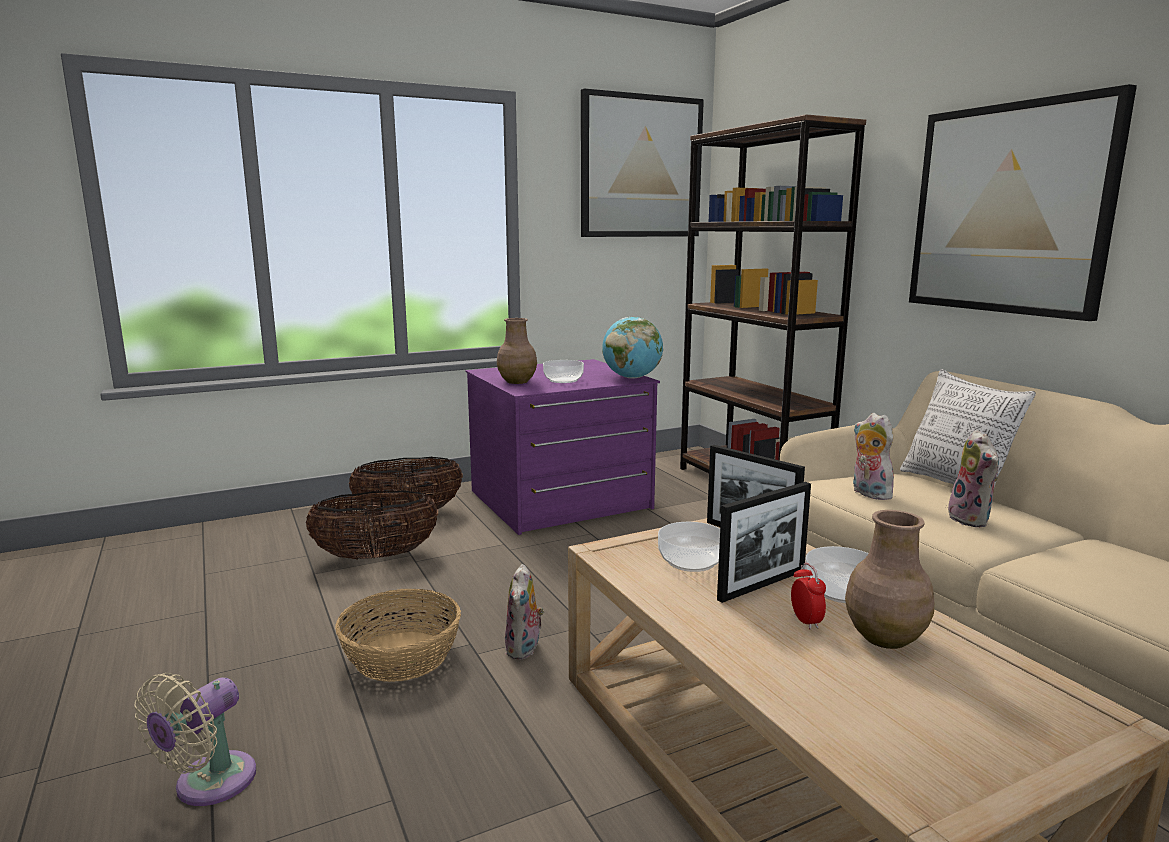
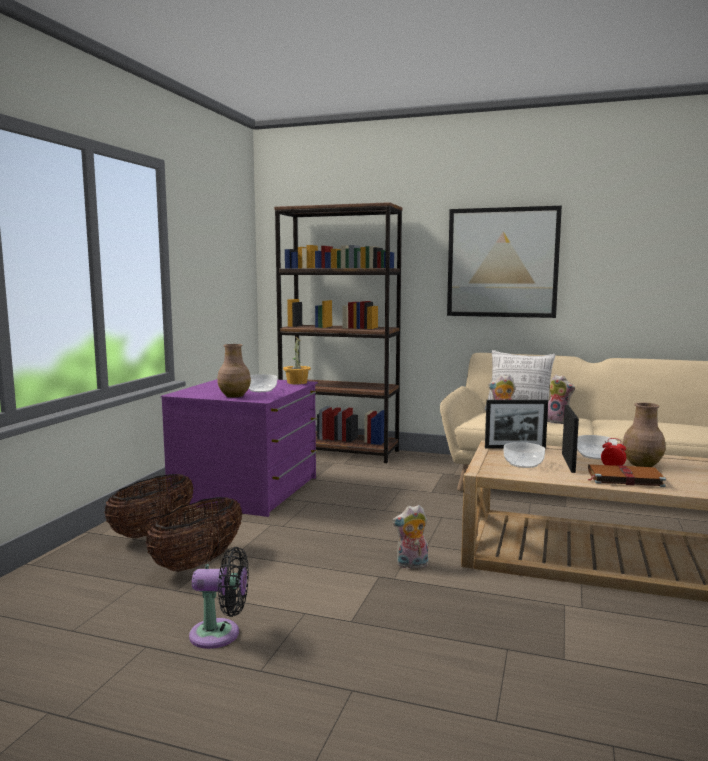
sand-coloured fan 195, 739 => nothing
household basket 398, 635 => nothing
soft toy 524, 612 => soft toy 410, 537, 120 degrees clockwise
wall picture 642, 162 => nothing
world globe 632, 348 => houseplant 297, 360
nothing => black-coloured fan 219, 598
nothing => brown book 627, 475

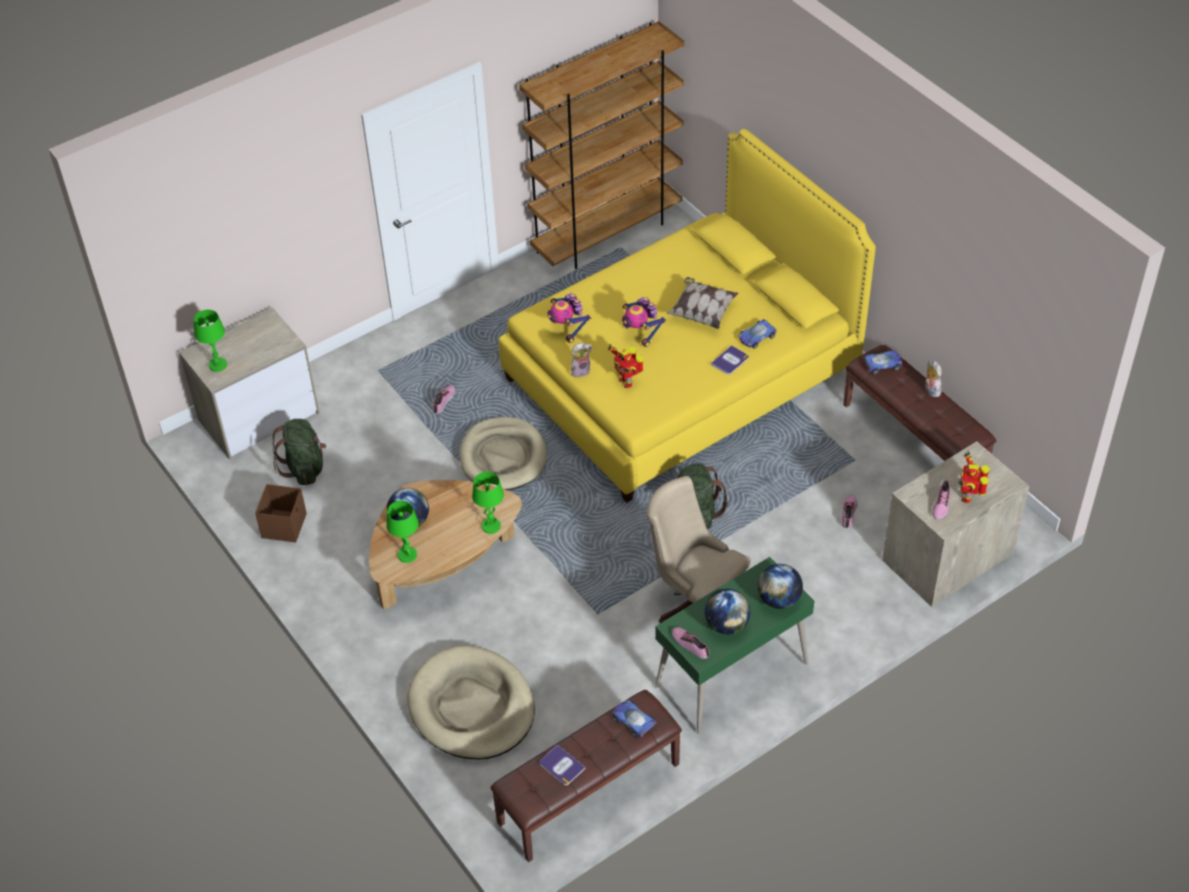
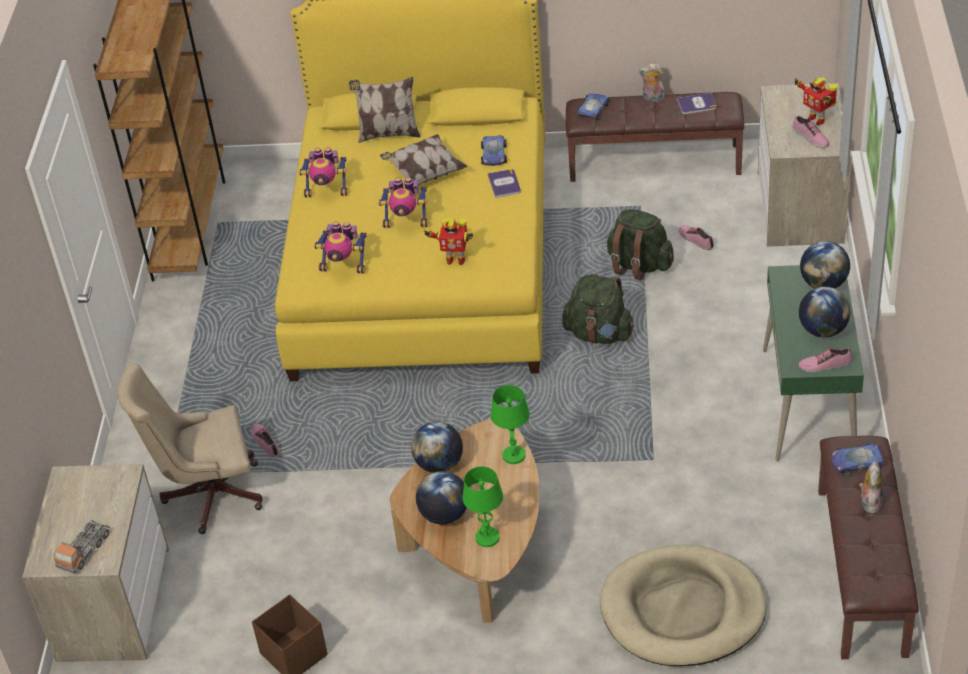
green tabletop lamp 210, 341 => model truck 81, 546
green backpack 299, 452 => green backpack 640, 244, shifted
sand-coloured dog cushion 503, 453 => nothing
book 562, 765 => book 697, 103, shifted
soft toy 581, 359 => soft toy 871, 487, shifted
sand-coloured computer chair 699, 549 => sand-coloured computer chair 190, 448, shifted
nothing => model robot 323, 172
nothing => pillow 385, 110
nothing => world globe 437, 447

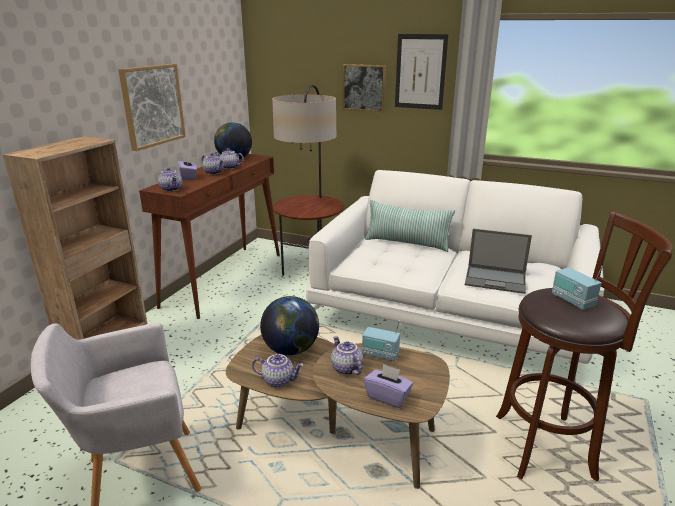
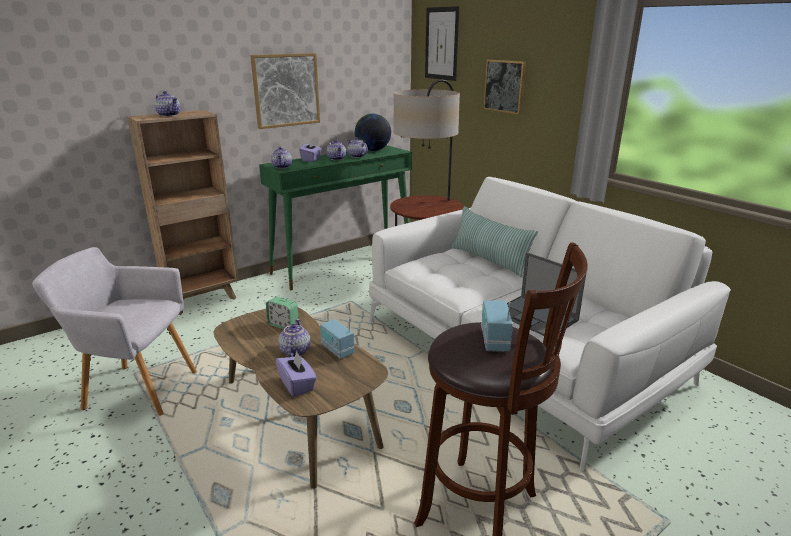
brown console table 209, 236 => green console table 335, 217
pot for tea 278, 371 => pot for tea 167, 104, shifted
world globe 289, 325 => bedside clock 282, 313
wall picture 421, 72 => wall picture 442, 43, shifted

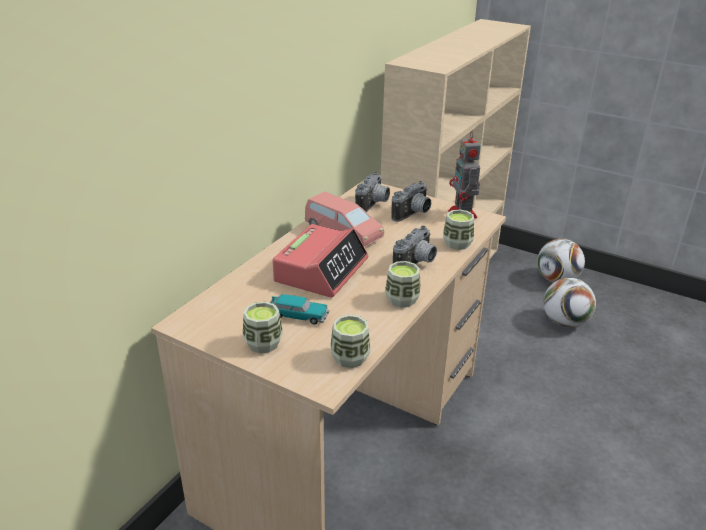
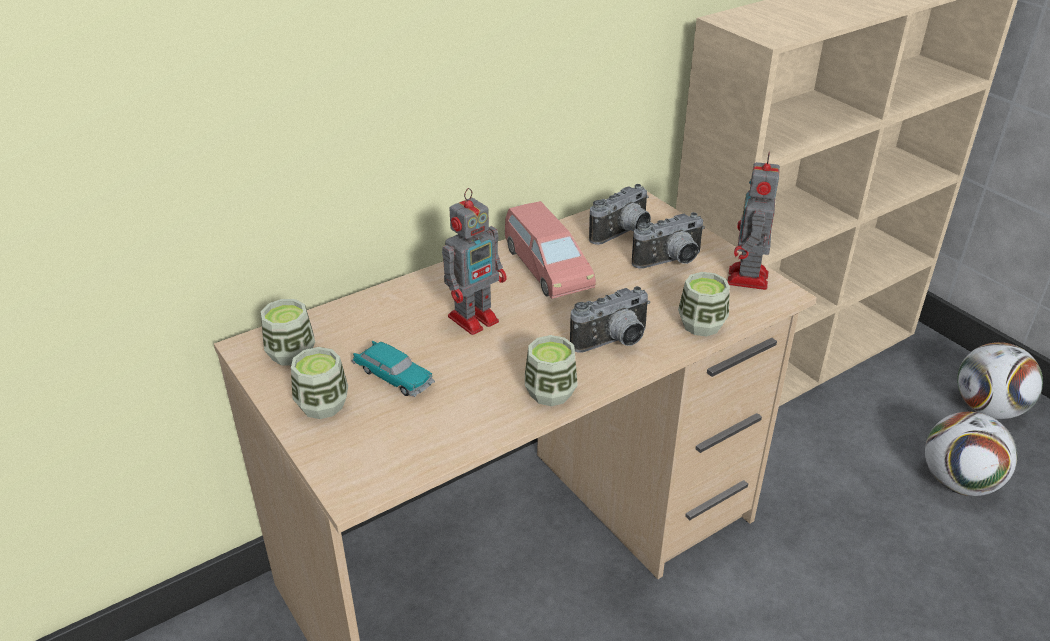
bedside clock 320, 260 => model robot 474, 261
cup 350, 341 => cup 288, 332, shifted

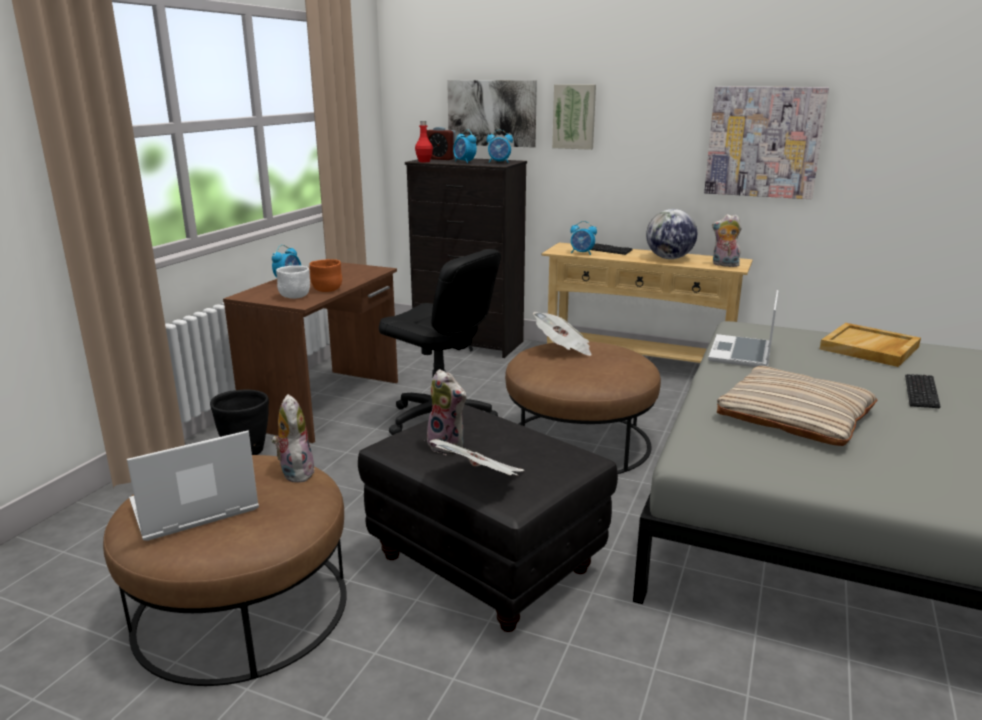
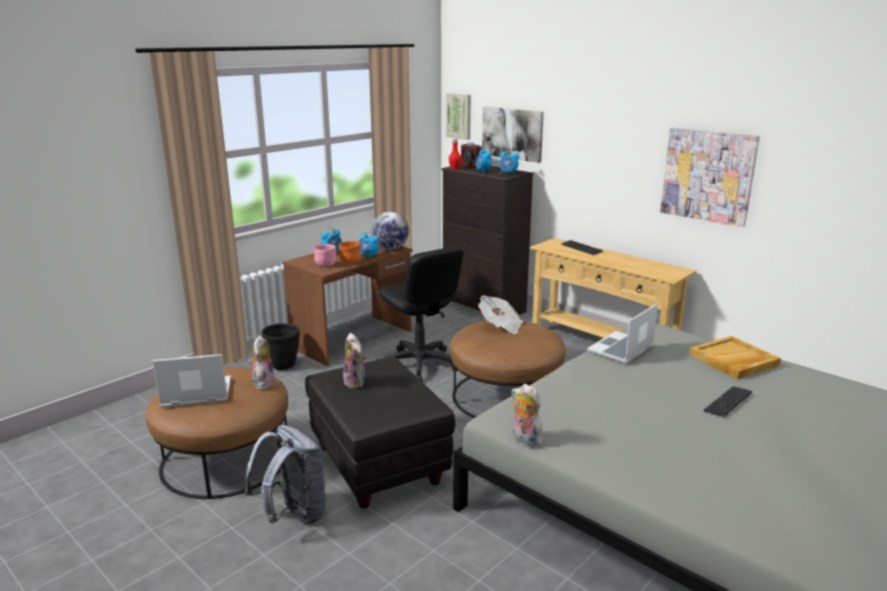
whitish bowl 293, 282 => pink bowl 325, 255
newspaper 477, 457 => nothing
wall picture 574, 117 => wall picture 458, 116, shifted
bedside clock 583, 238 => bedside clock 369, 245, shifted
world globe 671, 234 => world globe 390, 231, shifted
soft toy 727, 240 => soft toy 527, 416, shifted
sand-coloured pillow 797, 406 => nothing
nothing => greyish backpack 285, 474

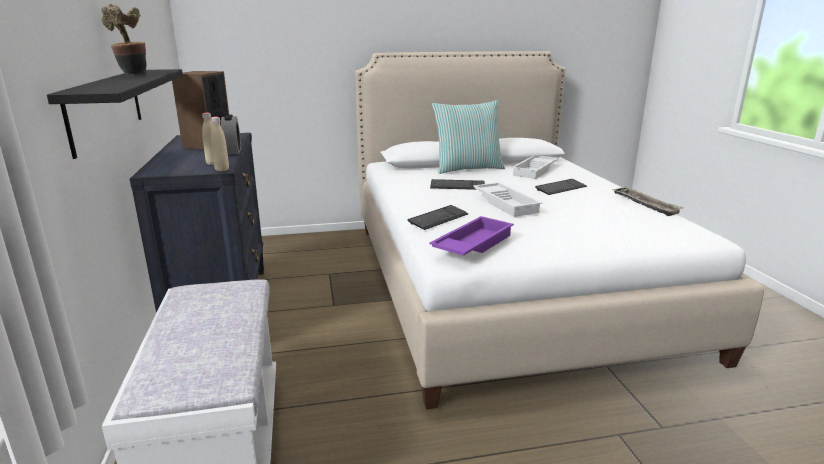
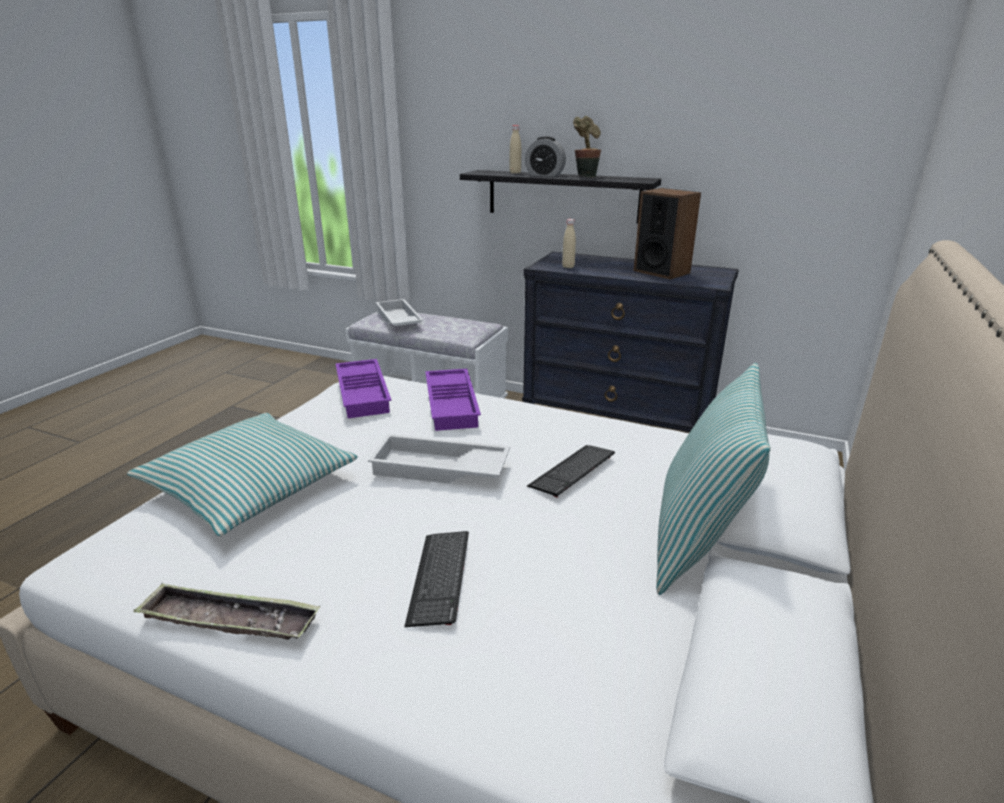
sand-coloured beverage bottle 220, 144 => sand-coloured beverage bottle 515, 149, shifted
bedside clock 231, 134 => bedside clock 545, 156, shifted
PC keyboard 438, 217 => purplish serving tray 453, 400
whitish serving tray 535, 167 => whitish serving tray 399, 312, shifted
nothing => pillow 242, 474

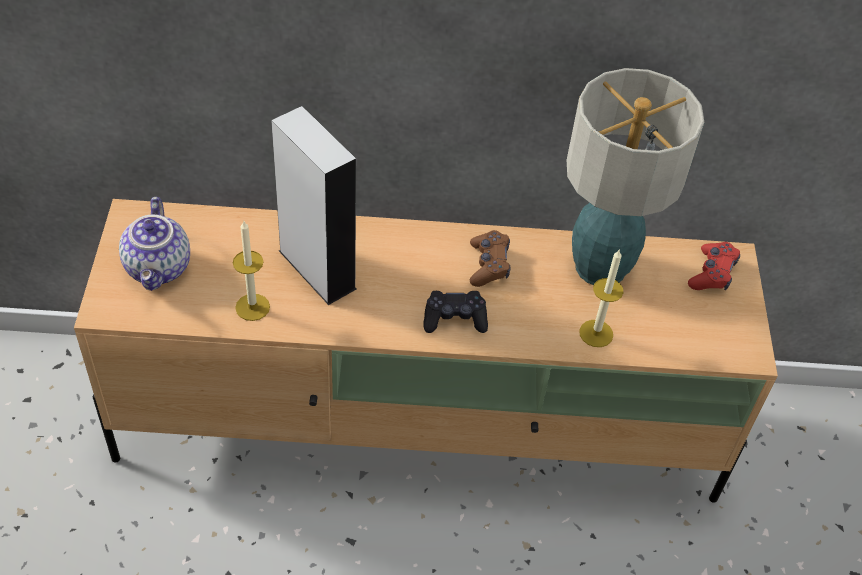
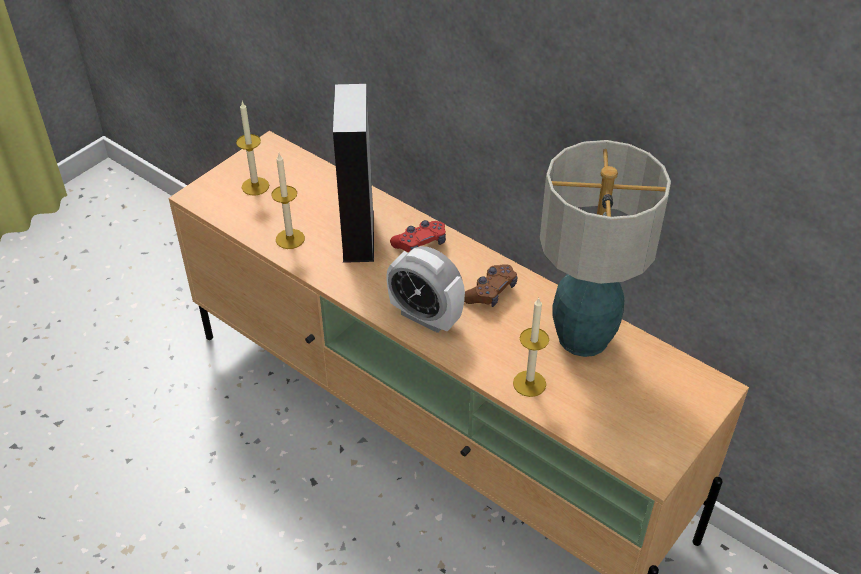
pot for tea 154, 244 => candle 252, 148
black-coloured gamepad 455, 312 => bedside clock 425, 289
red-coloured gamepad 714, 266 => red-coloured gamepad 418, 236, shifted

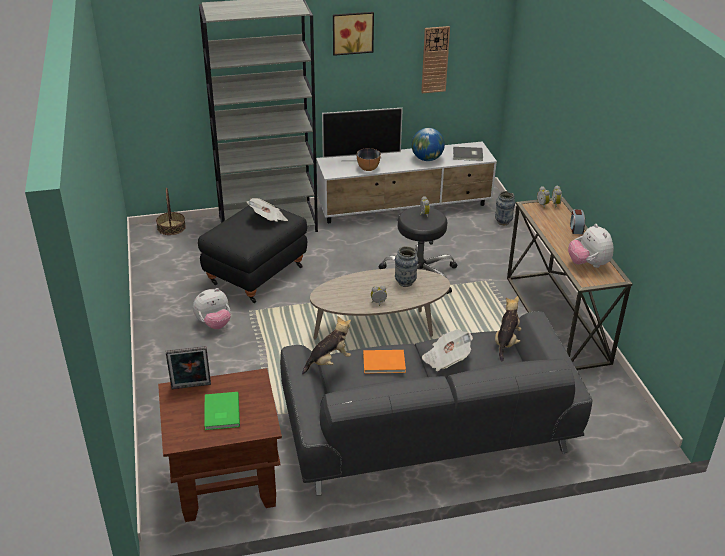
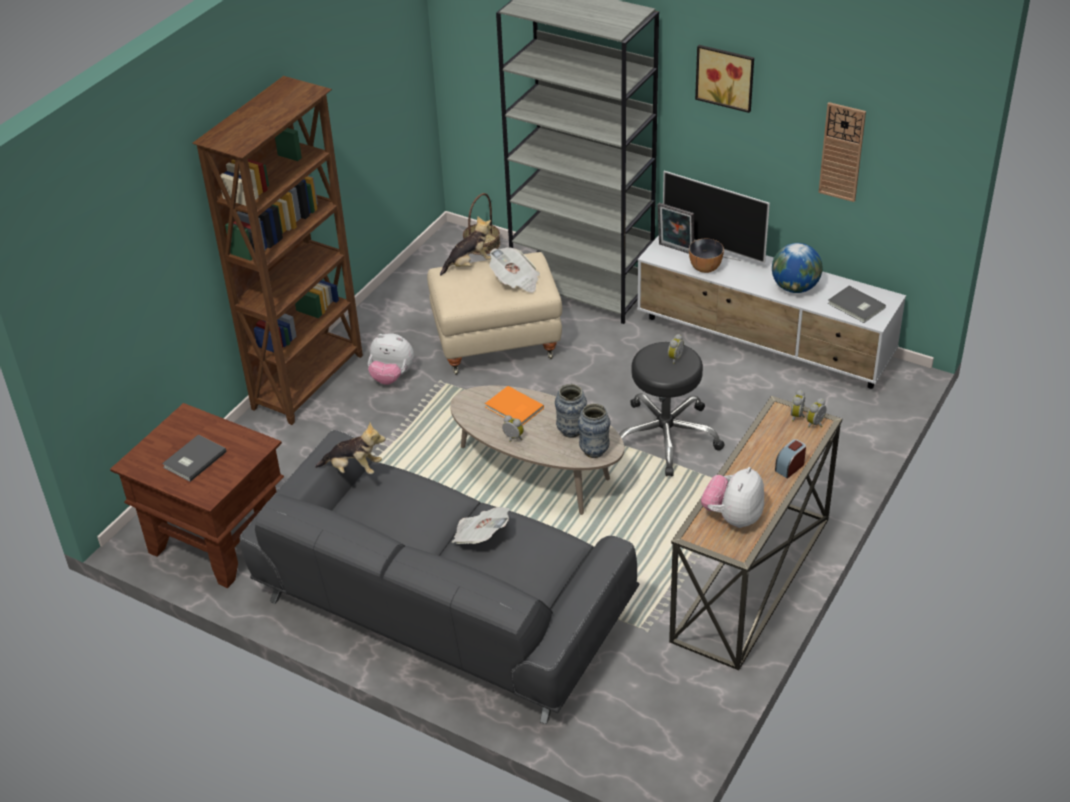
photo frame 188, 367 => photo frame 676, 228, shifted
black-coloured pouffe 252, 254 => sand-coloured pouffe 494, 313
green book 222, 411 => greyish book 194, 458
orange-coloured book 384, 362 => orange-coloured book 514, 405, shifted
decorative vase 505, 208 => decorative vase 594, 430, shifted
soft toy 508, 328 => soft toy 465, 246, shifted
nothing => brown shelving unit 277, 250

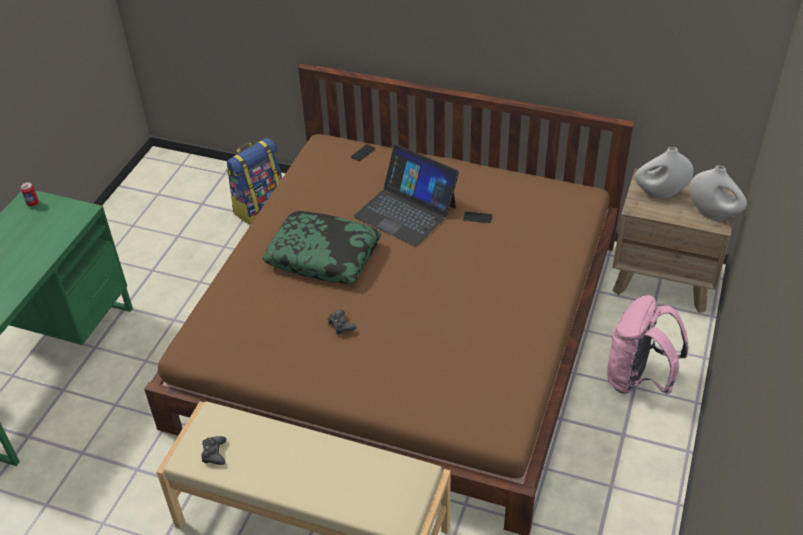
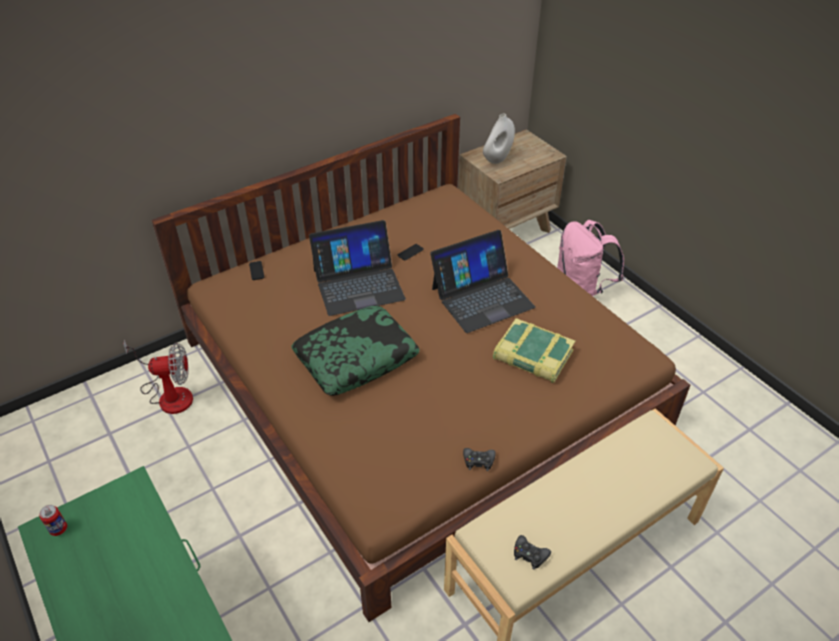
backpack 254, 181 => fan 158, 376
black-coloured gamepad 342, 322 => black-coloured gamepad 479, 459, shifted
whitish decorative vase 718, 193 => nothing
nothing => notebook computer 482, 281
nothing => book 534, 350

